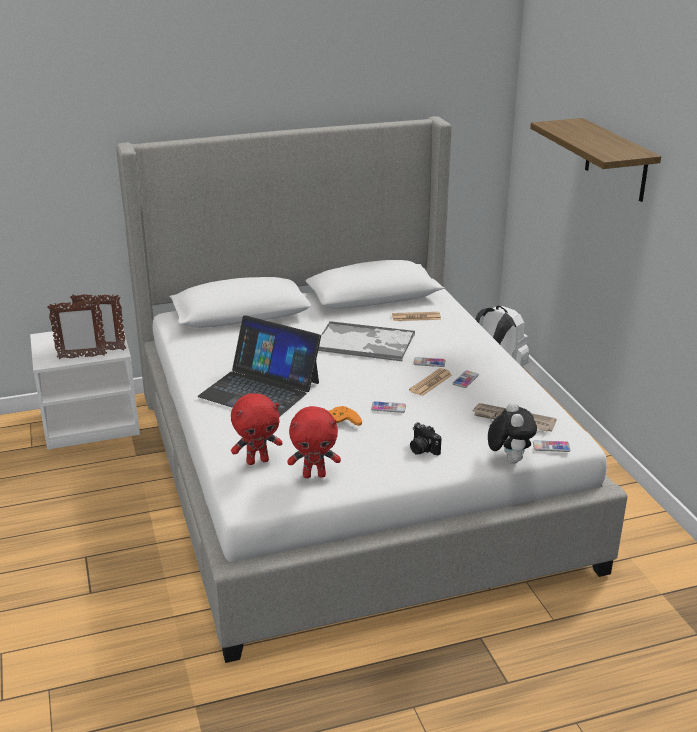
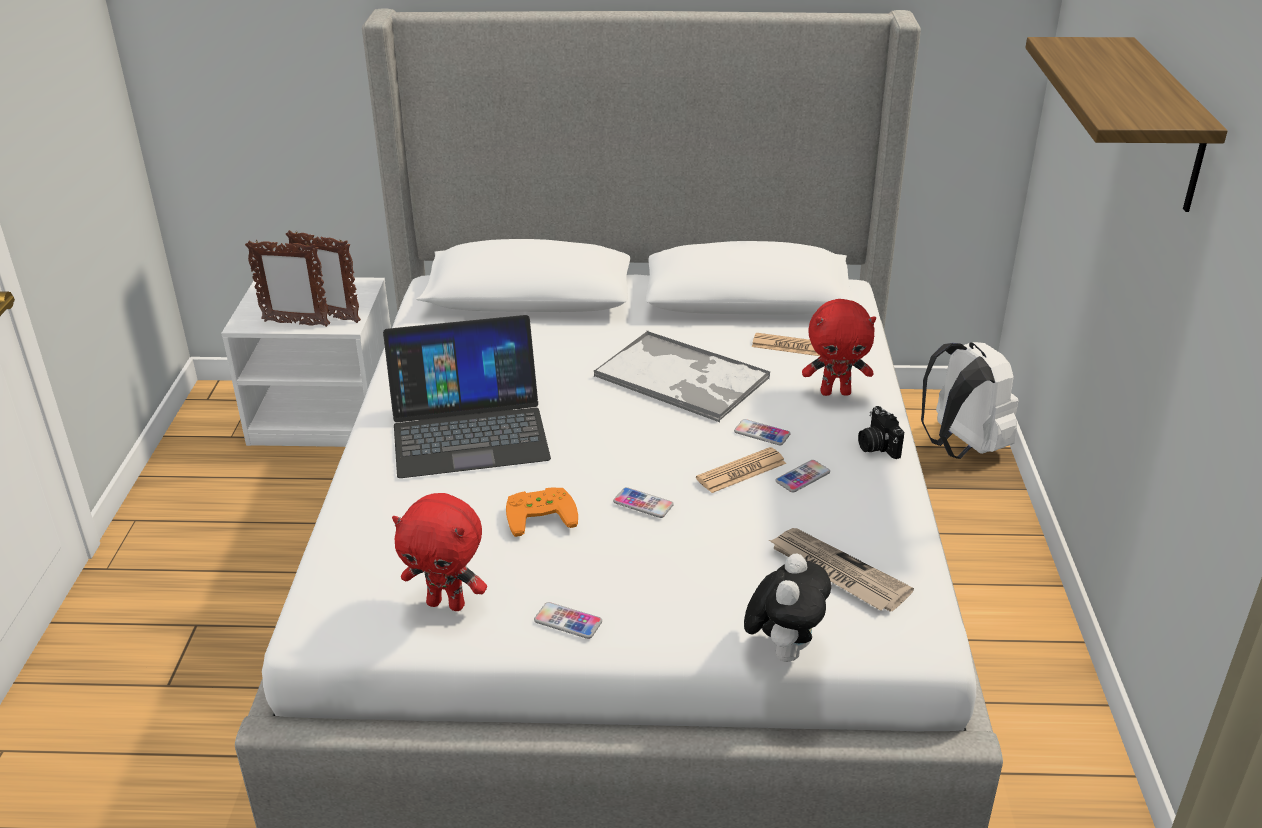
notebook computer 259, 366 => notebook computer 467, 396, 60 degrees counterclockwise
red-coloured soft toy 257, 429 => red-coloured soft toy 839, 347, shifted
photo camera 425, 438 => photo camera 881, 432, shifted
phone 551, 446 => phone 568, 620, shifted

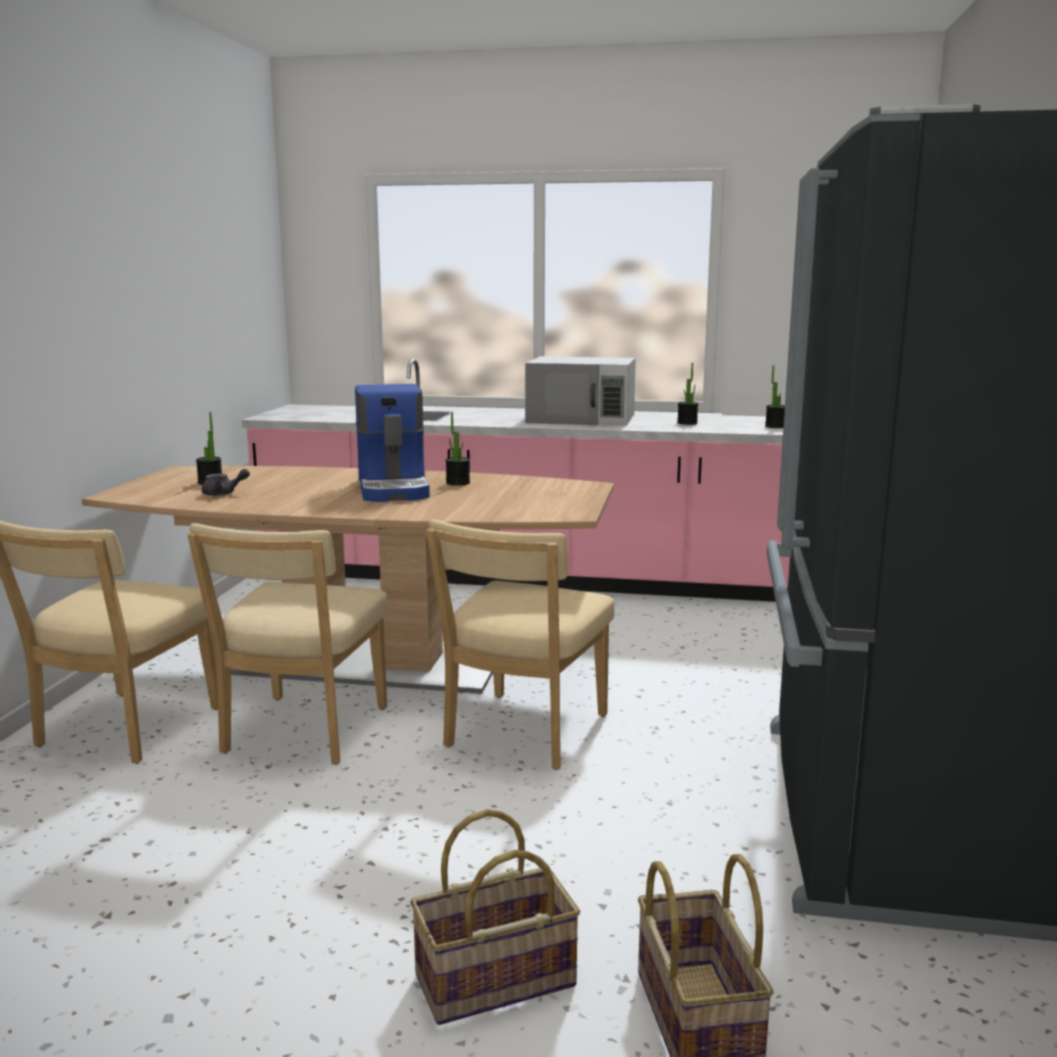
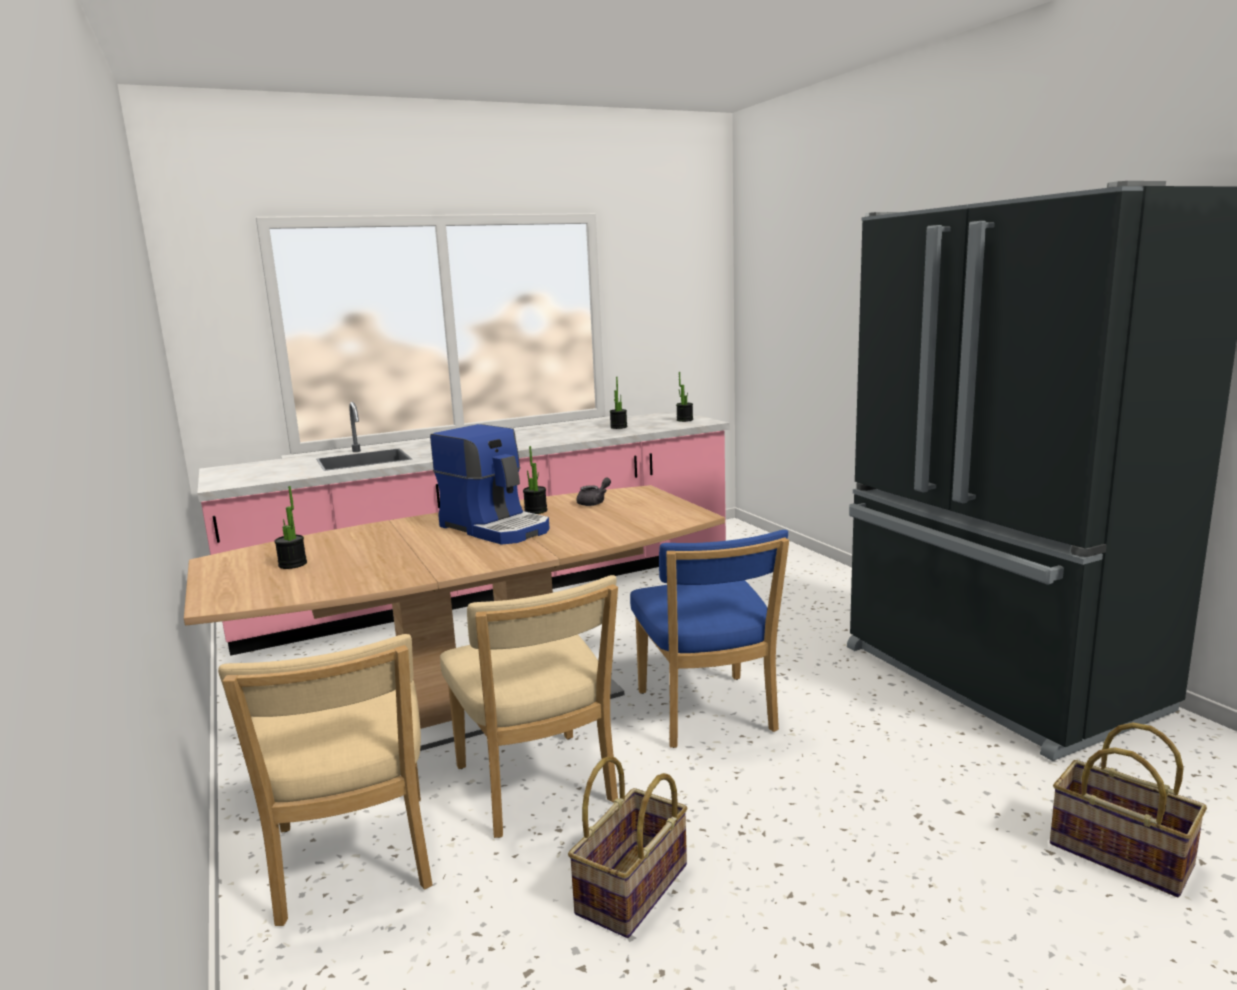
greyish pot for tea 226, 482 => greyish pot for tea 593, 492, shifted
household basket 495, 917 => household basket 628, 847, shifted
sand-coloured chair 520, 644 => blue chair 709, 639
whitish kitchen microwave 580, 391 => nothing

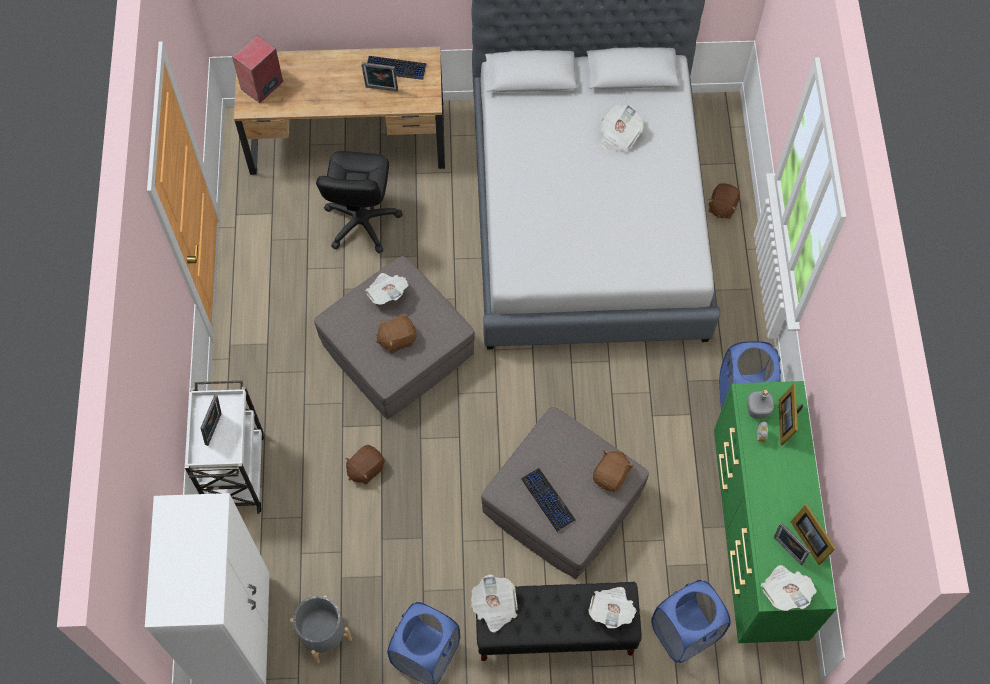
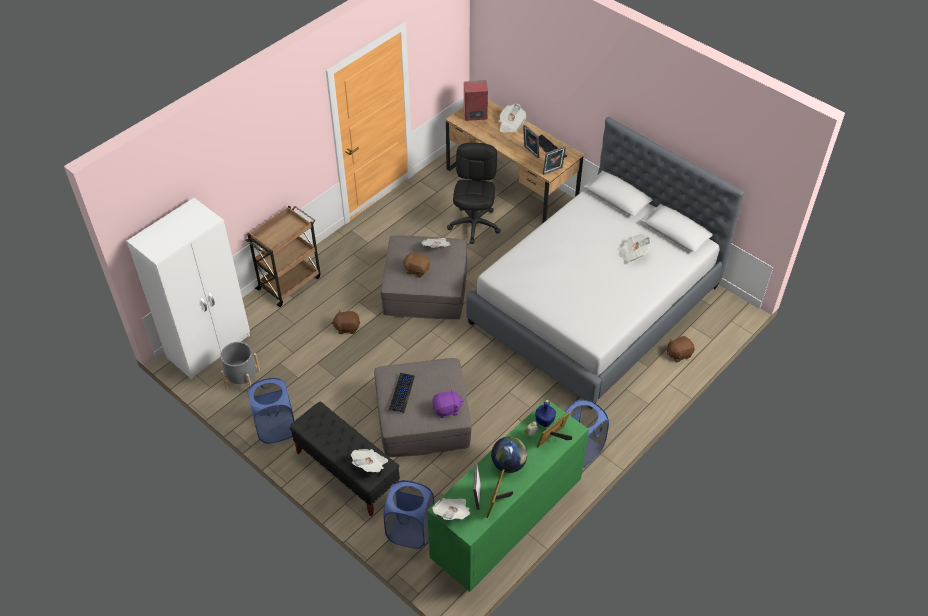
whitish wheeled cart 224, 447 => brown wheeled cart 283, 256
photo frame 211, 420 => photo frame 554, 160, shifted
black-coloured computer chair 359, 202 => black-coloured computer chair 474, 193, 135 degrees clockwise
newspaper 494, 603 => newspaper 512, 118, shifted
brown soft toy 613, 471 => purplish soft toy 448, 403
greyish beverage bottle 760, 404 => blue beverage bottle 545, 413
nothing => world globe 509, 454

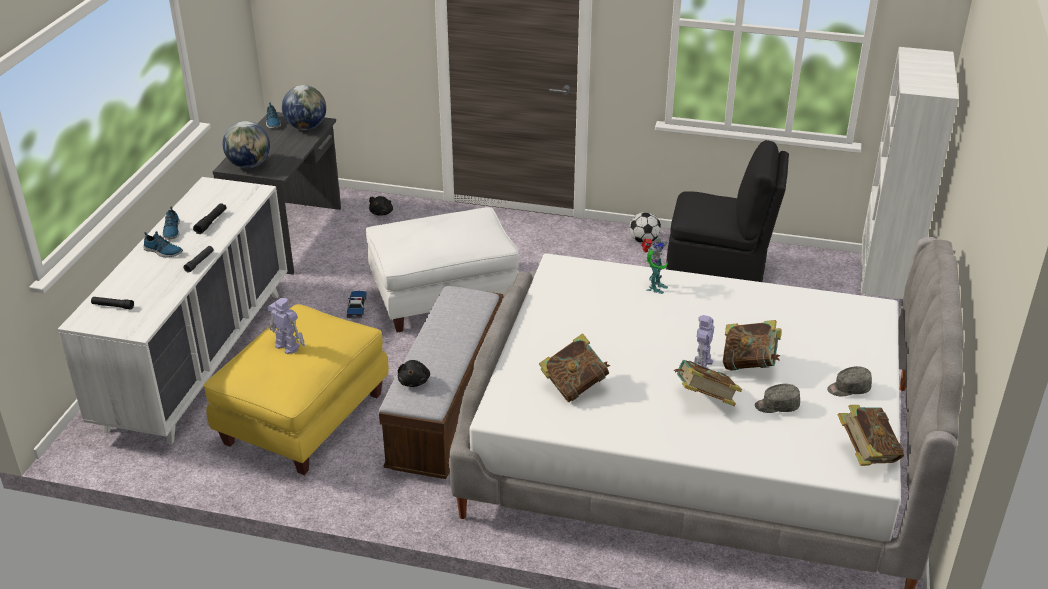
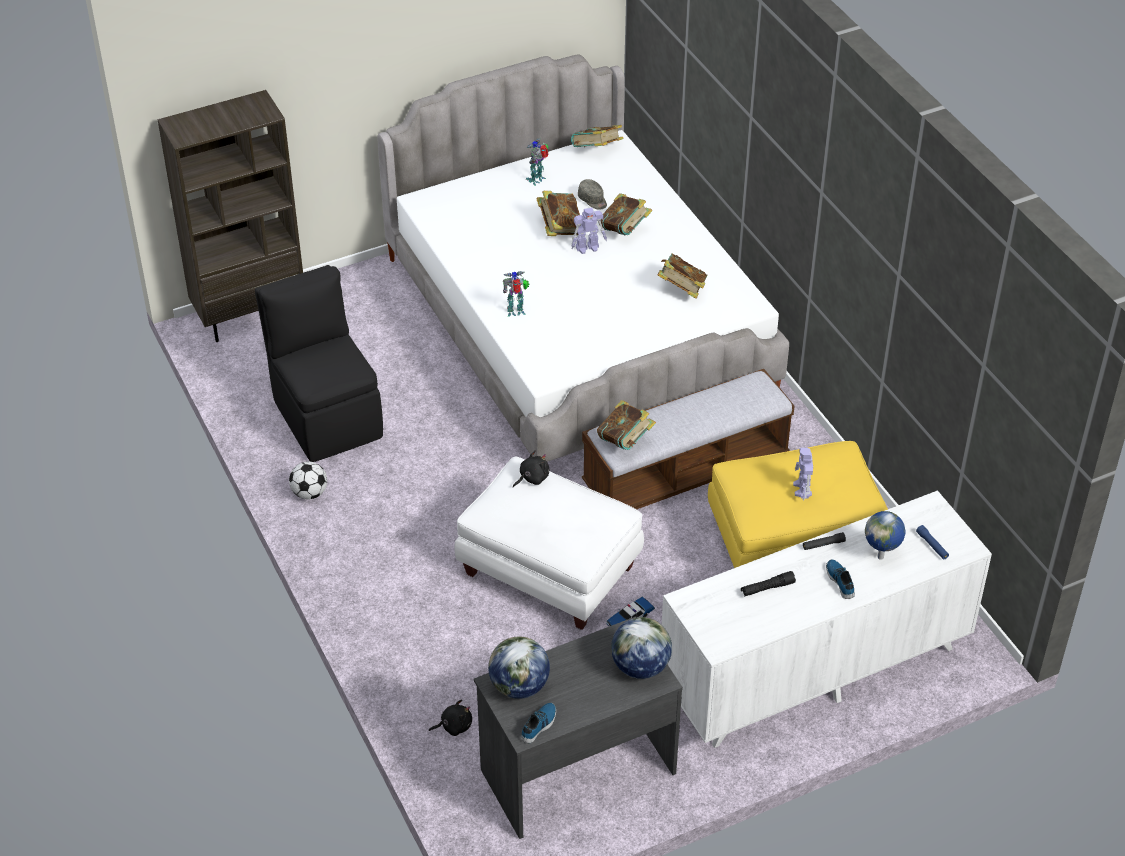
black-coloured torch 112, 303 => blue torch 932, 542
item of footwear 171, 223 => nothing
black-coloured soft toy 414, 373 => black-coloured soft toy 531, 468, shifted
greyish baseball cap 849, 381 => model robot 537, 162
whitish shelving unit 910, 173 => brown shelving unit 230, 216
nothing => book 626, 425
nothing => world globe 885, 535

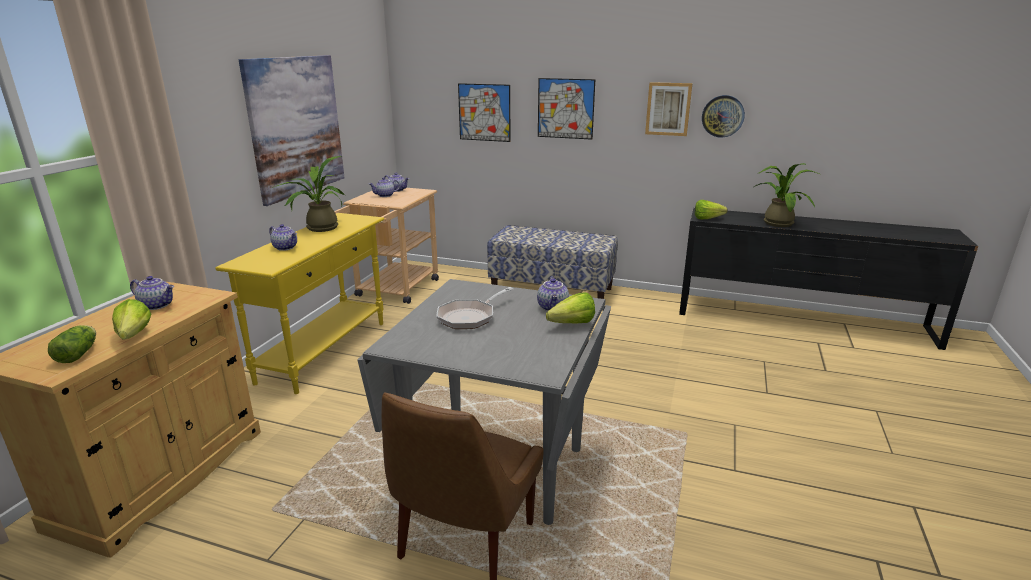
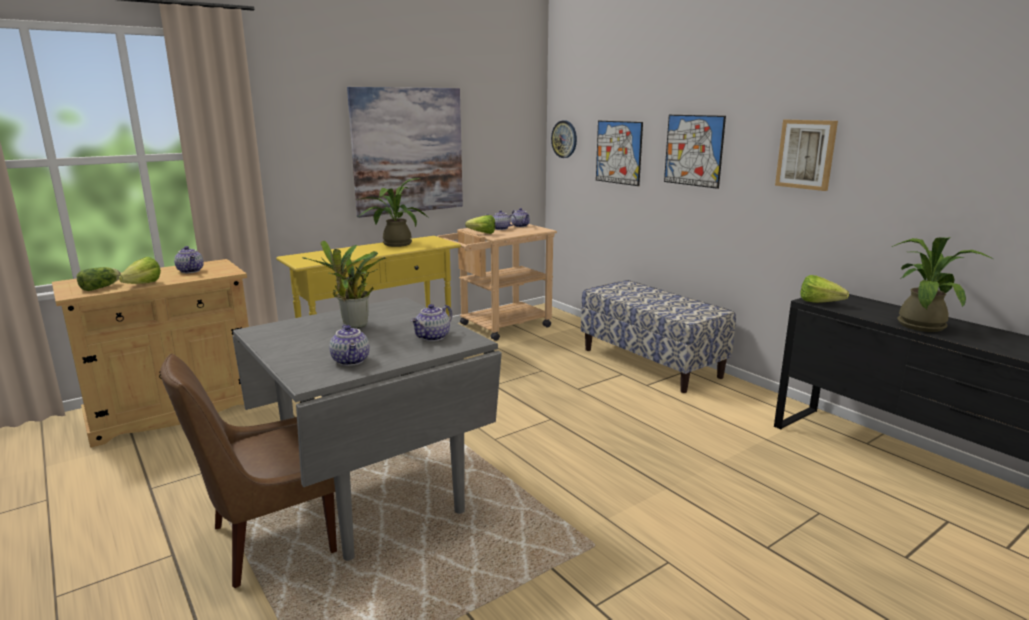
pot for tea 283, 237 => pot for tea 349, 345, shifted
pan 475, 308 => houseplant 344, 284
lettuce 570, 308 => lettuce 480, 224, shifted
wall clock 723, 116 => wall clock 564, 139, shifted

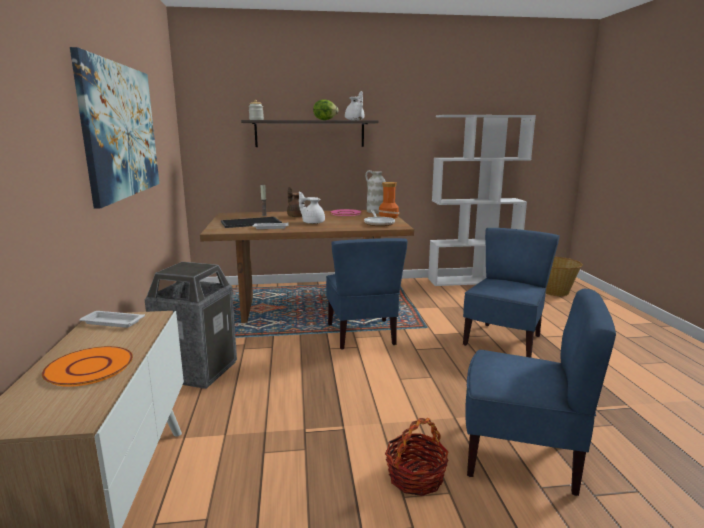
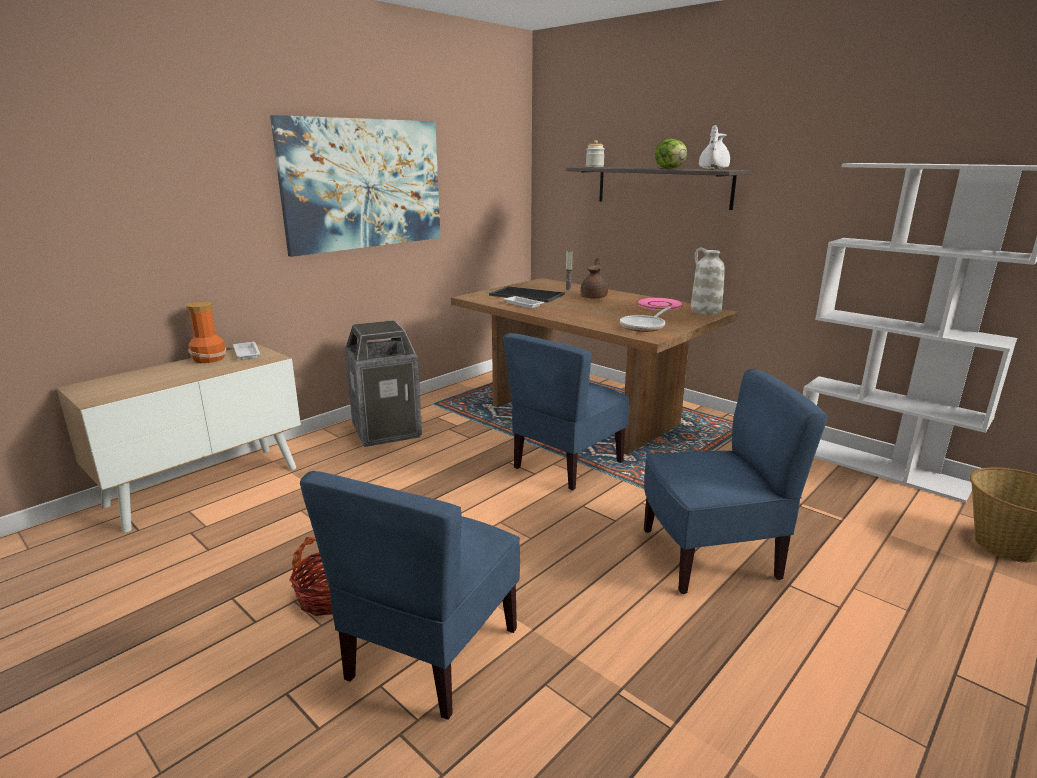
orange-coloured flat dish 87, 366 => nothing
whitish pot for tea 312, 208 => nothing
decorative vase 388, 200 => decorative vase 206, 332, shifted
blue chair 540, 392 => blue chair 410, 595, 45 degrees clockwise

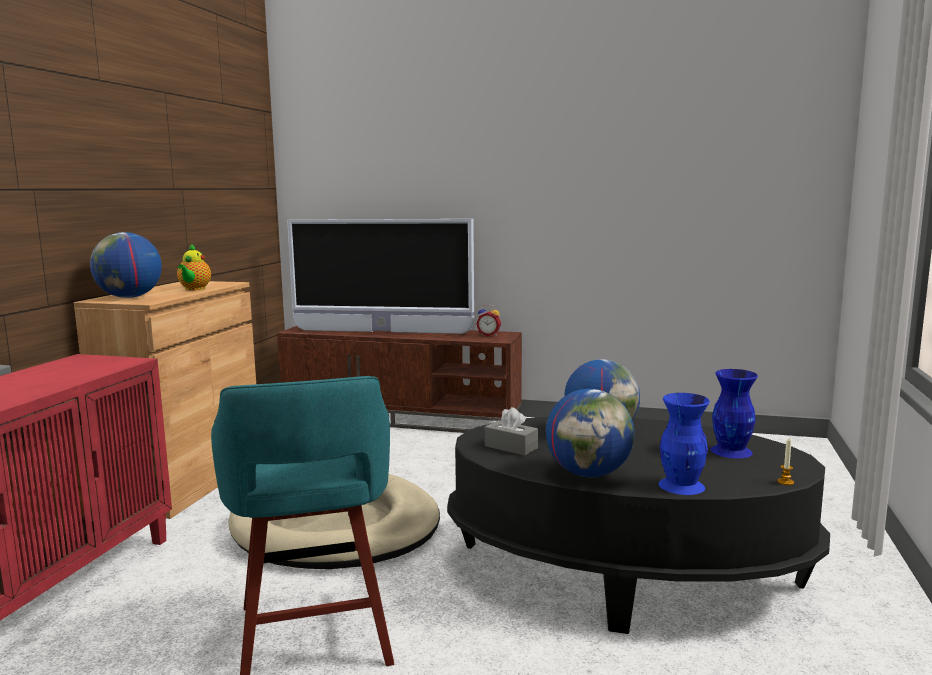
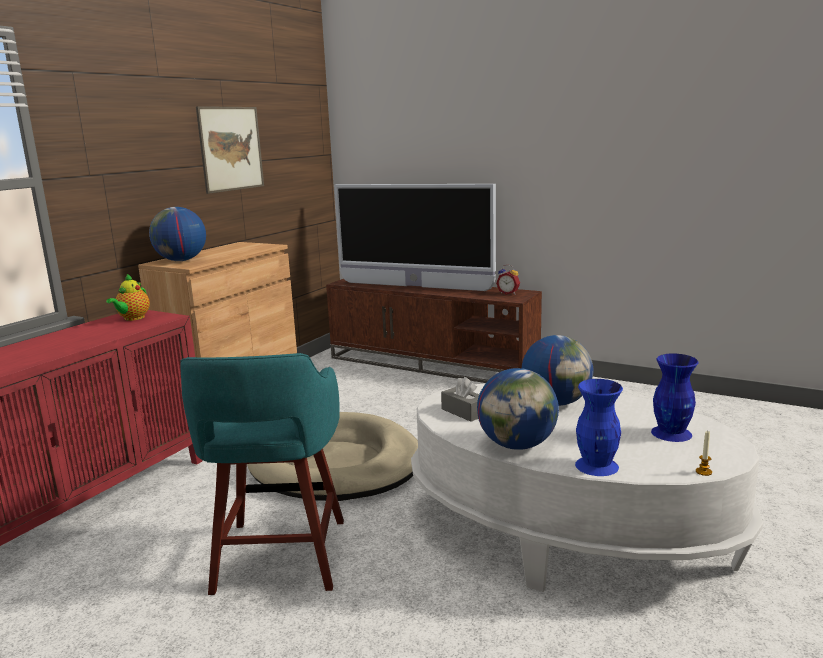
pot for tea 194, 267 => pot for tea 128, 297, shifted
black-coloured lounge table 638, 525 => whitish lounge table 587, 487
nothing => wall picture 230, 150

